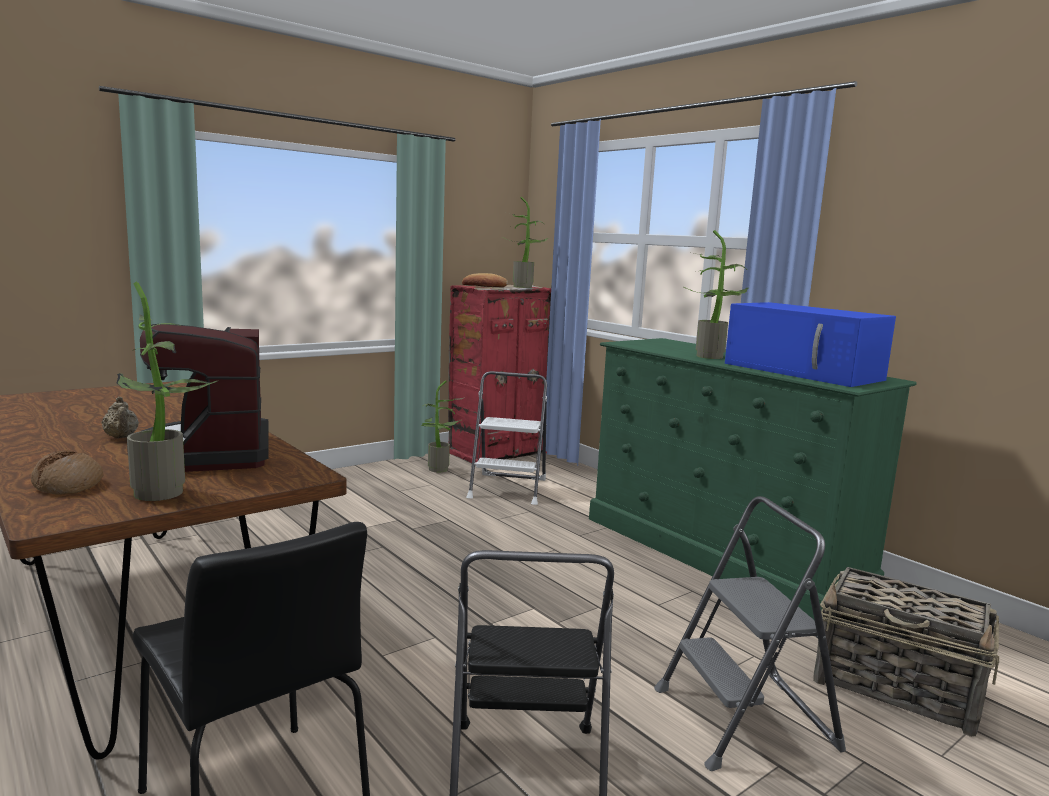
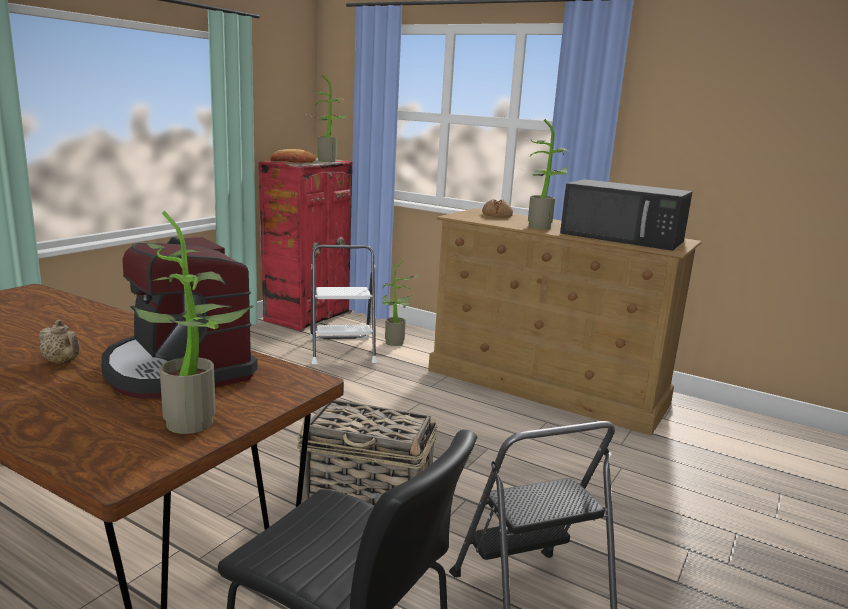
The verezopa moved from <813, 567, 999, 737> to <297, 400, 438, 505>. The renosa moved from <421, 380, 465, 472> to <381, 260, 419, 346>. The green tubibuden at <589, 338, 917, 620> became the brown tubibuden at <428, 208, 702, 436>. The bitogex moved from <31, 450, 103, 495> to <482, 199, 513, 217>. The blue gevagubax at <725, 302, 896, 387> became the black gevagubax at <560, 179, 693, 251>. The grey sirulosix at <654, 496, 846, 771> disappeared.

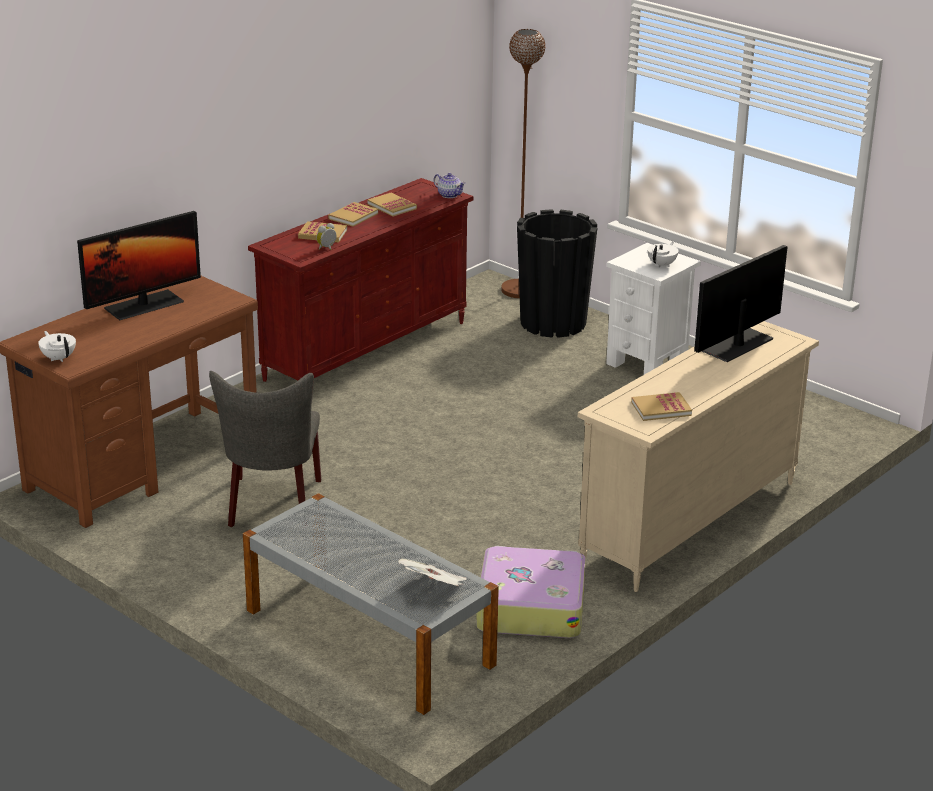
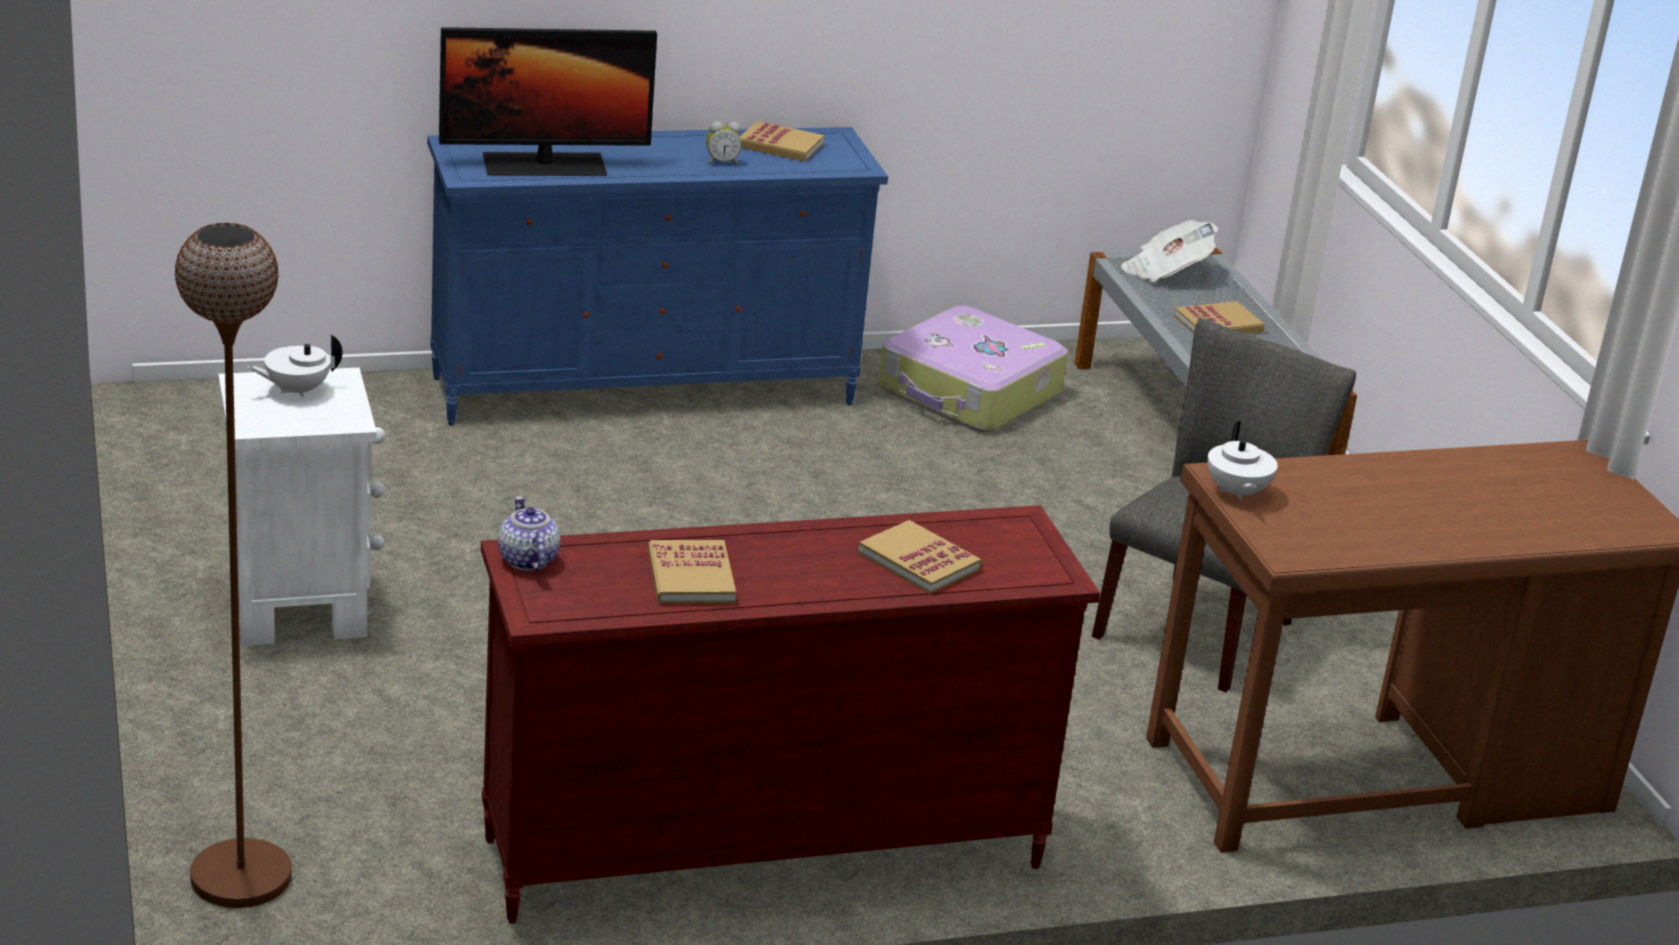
The beige tubibuden at <578, 321, 819, 592> became the blue tubibuden at <427, 127, 888, 426>. The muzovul moved from <316, 223, 336, 250> to <706, 121, 742, 165>. The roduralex moved from <328, 202, 378, 227> to <1174, 301, 1265, 334>. The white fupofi moved from <38, 331, 76, 362> to <1208, 421, 1278, 502>. The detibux at <77, 211, 201, 320> disappeared. The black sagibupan at <517, 209, 597, 338> disappeared.

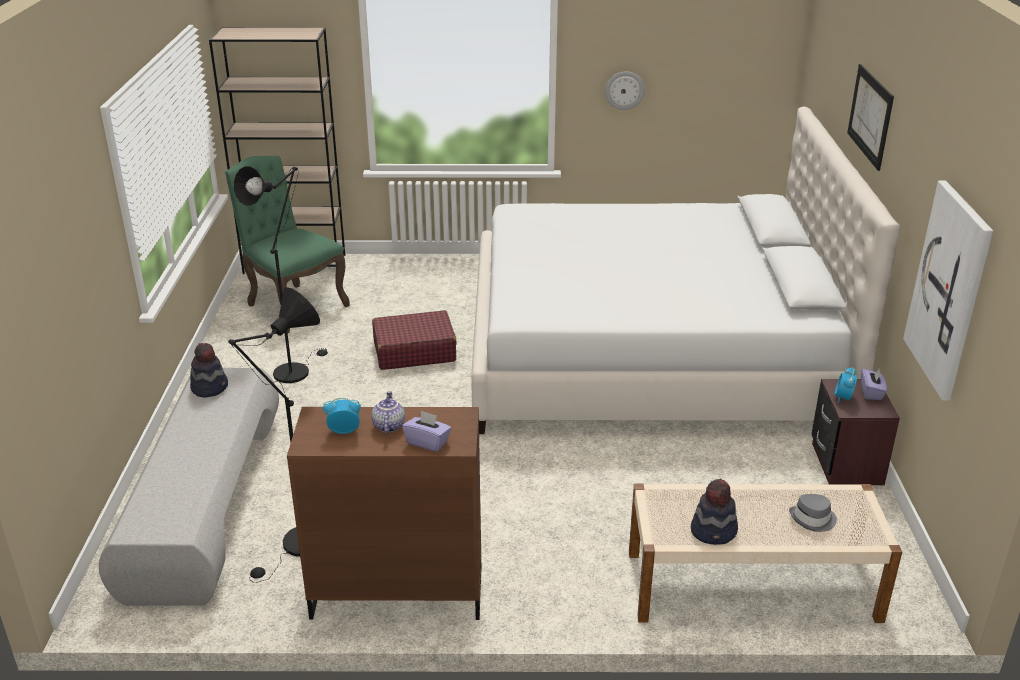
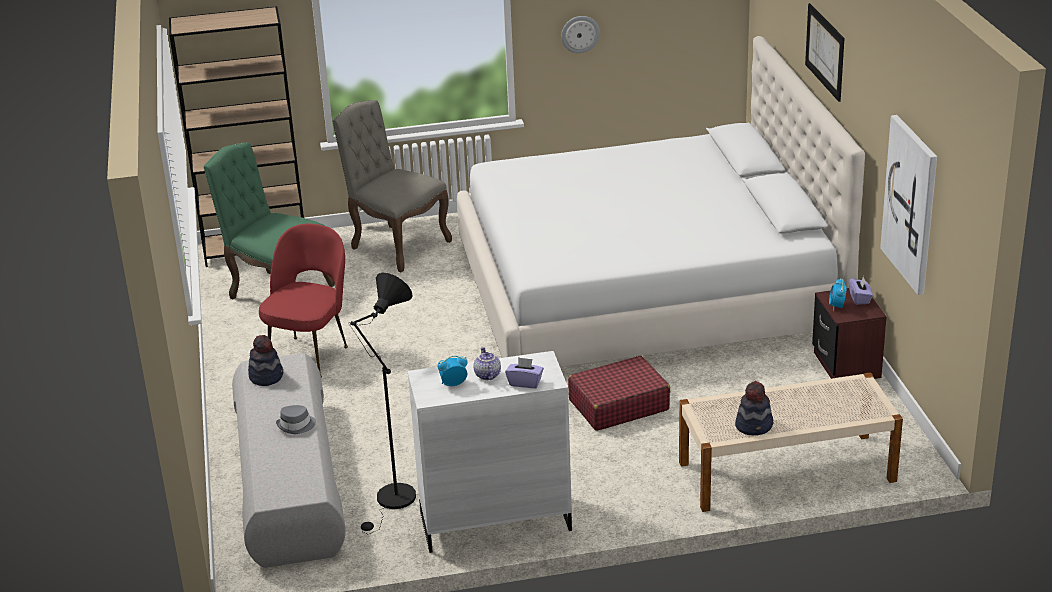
The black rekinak at <234, 166, 328, 383> was replaced by the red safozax at <259, 224, 348, 378>. The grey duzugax moved from <789, 494, 837, 532> to <276, 405, 316, 434>. The grey safozax at <332, 100, 452, 272> appeared. The brown tubibuden at <287, 407, 481, 620> became the white tubibuden at <408, 351, 572, 553>. The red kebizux moved from <372, 310, 456, 370> to <568, 356, 670, 431>.

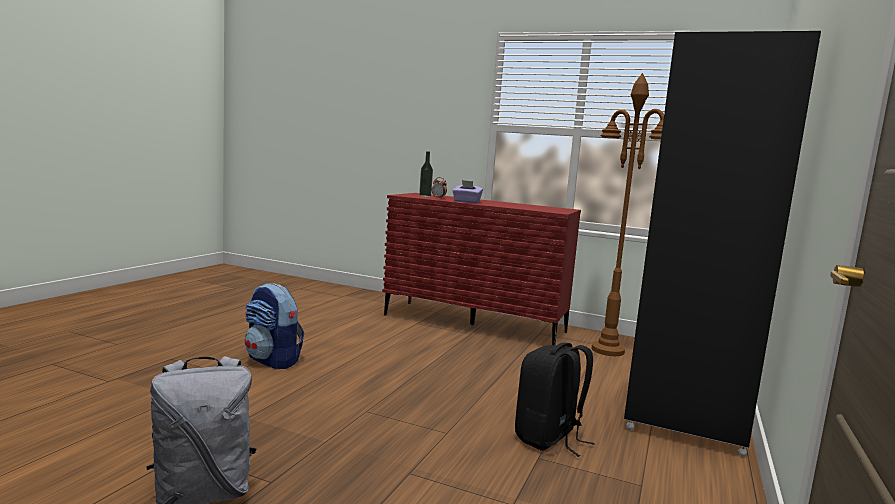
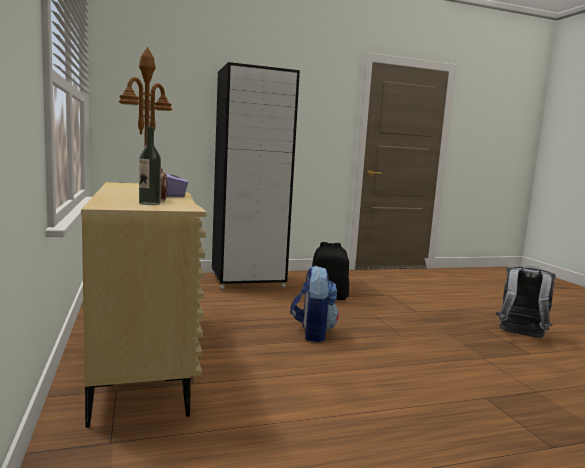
The red tubibuden at <382, 193, 581, 345> became the beige tubibuden at <81, 182, 206, 428>. The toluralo moved from <245, 283, 304, 370> to <290, 266, 339, 342>.

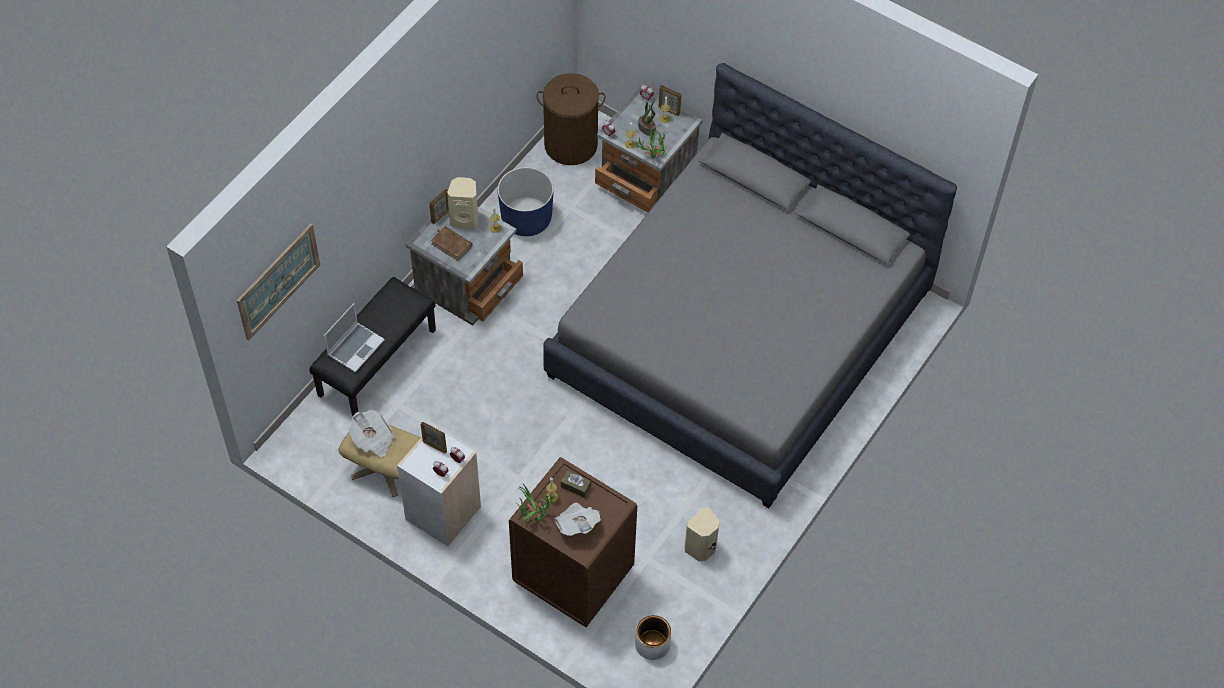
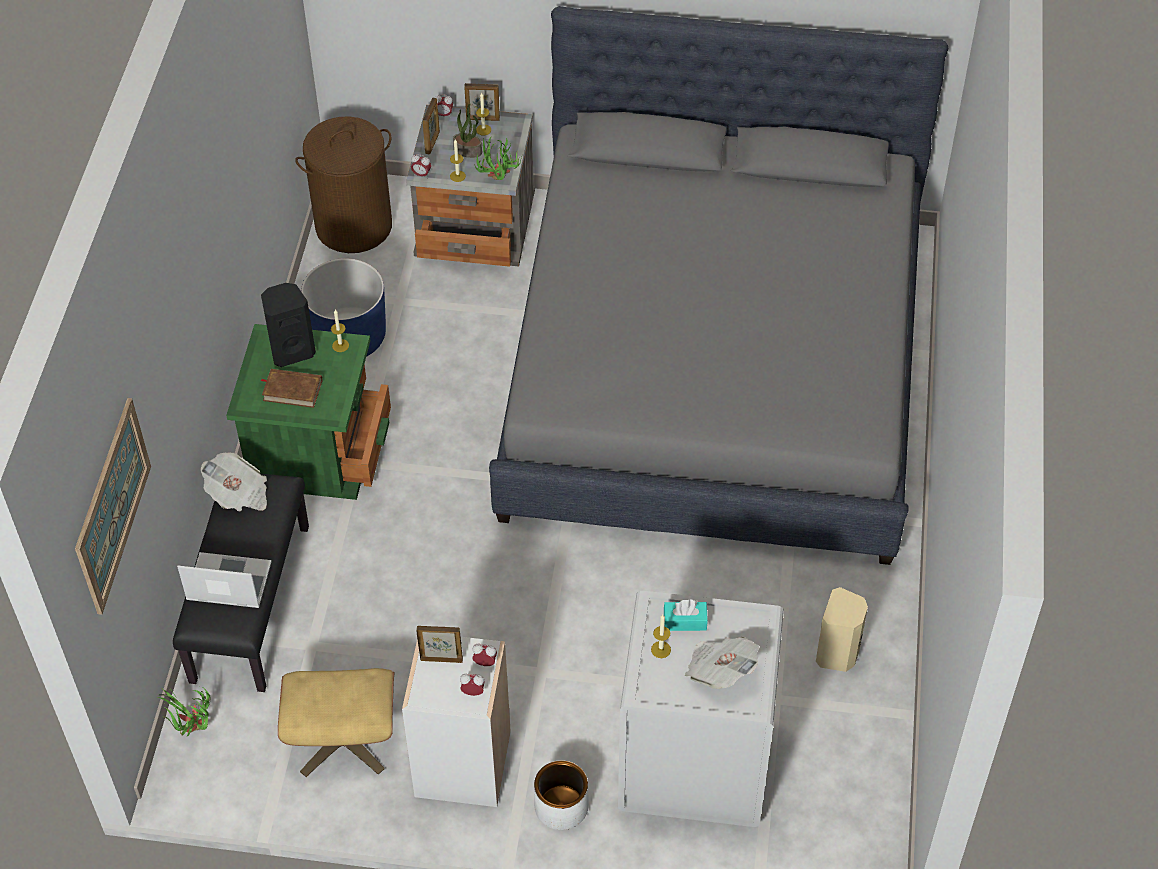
The renosa moved from <515, 484, 552, 522> to <158, 686, 211, 737>. The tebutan at <324, 303, 385, 373> turned 90 degrees counterclockwise. The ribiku moved from <349, 410, 395, 457> to <201, 452, 267, 512>. The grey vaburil at <406, 206, 523, 326> became the green vaburil at <226, 324, 391, 500>. The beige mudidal at <447, 177, 478, 229> became the black mudidal at <261, 283, 316, 367>. The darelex moved from <429, 188, 449, 224> to <423, 98, 440, 154>. The white sagibupan moved from <635, 615, 671, 660> to <534, 760, 589, 830>. The brown tubibuden at <509, 457, 637, 627> became the grey tubibuden at <618, 591, 784, 827>. The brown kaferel at <561, 471, 591, 498> became the turquoise kaferel at <664, 599, 708, 631>.

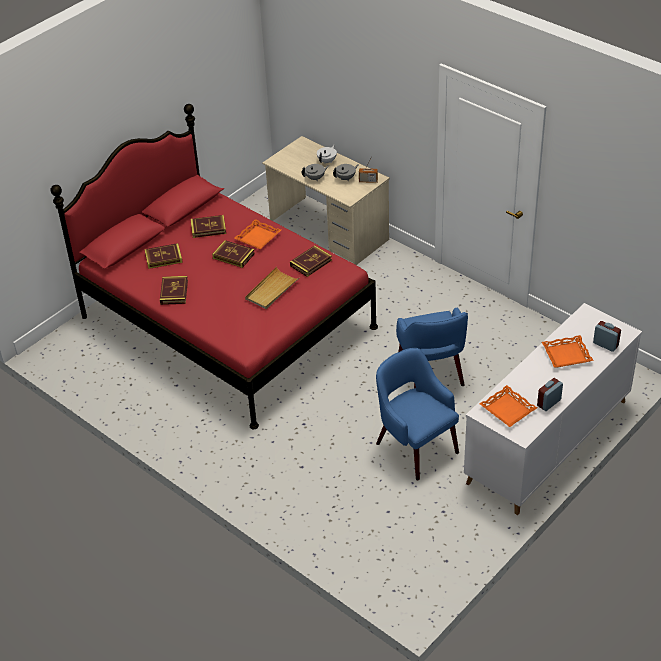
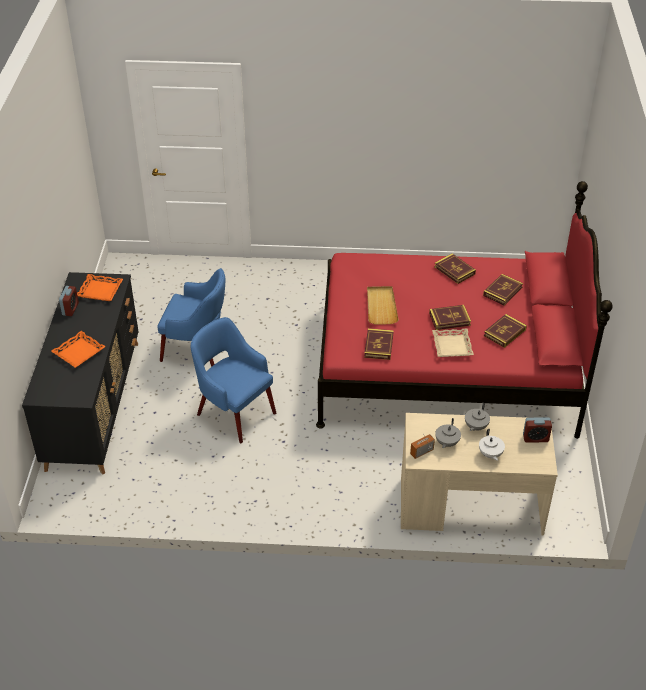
The white tubibuden at <464, 303, 642, 515> became the black tubibuden at <22, 272, 139, 475>. The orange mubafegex at <234, 219, 281, 249> became the beige mubafegex at <432, 329, 474, 357>. The muzovul moved from <593, 321, 621, 352> to <523, 417, 552, 443>.

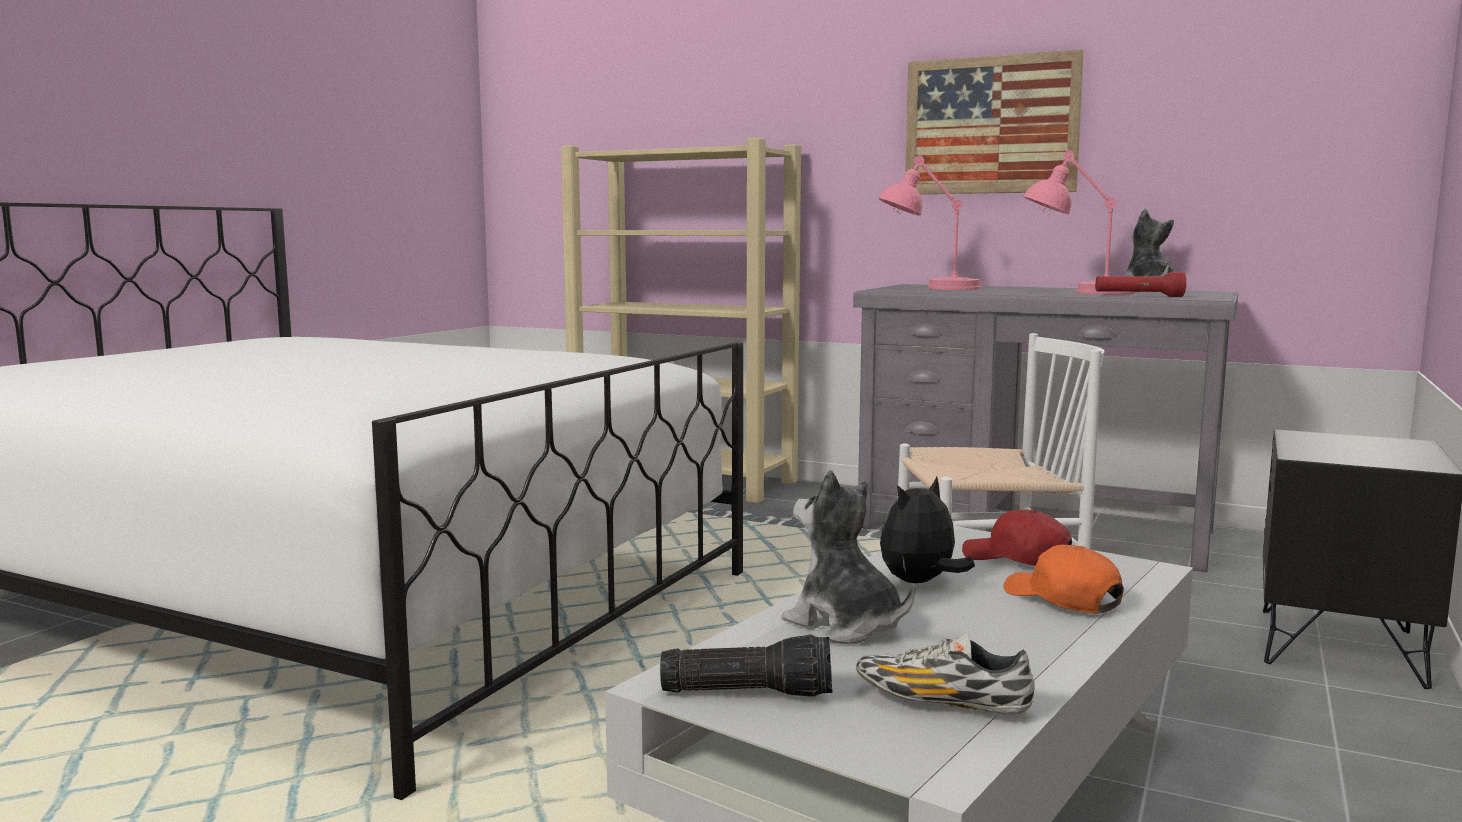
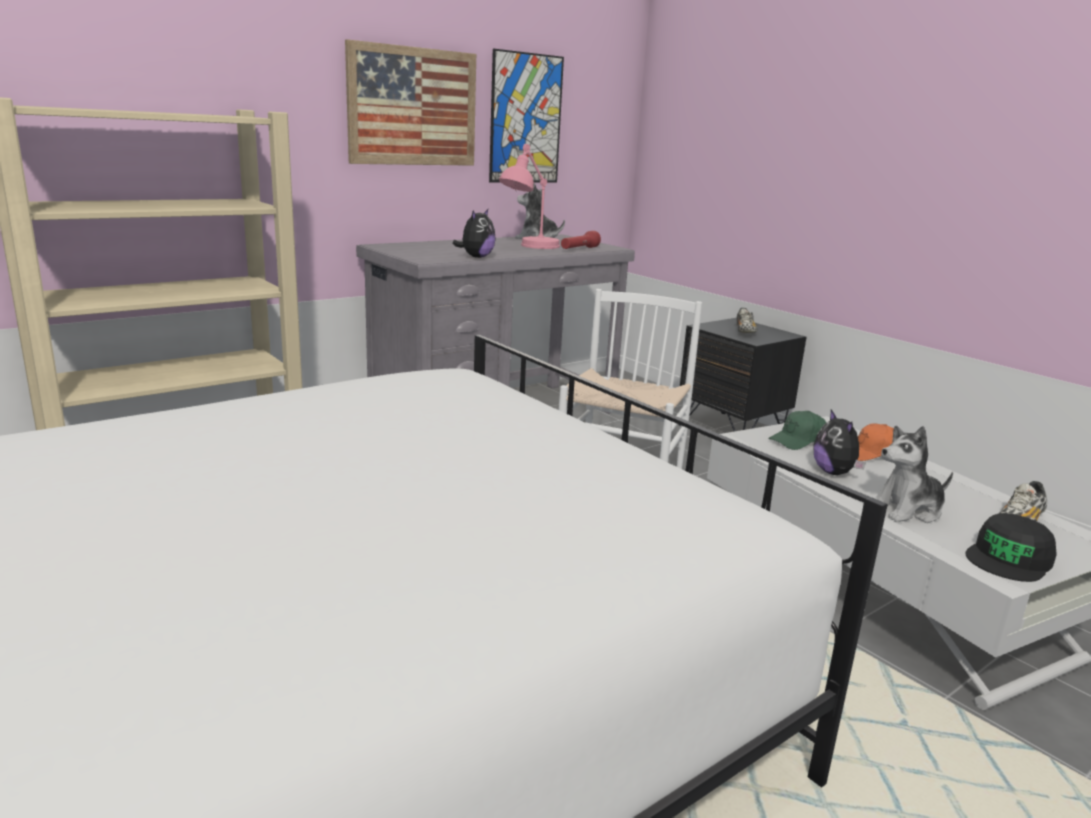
The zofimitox at <452, 209, 496, 258> appeared. The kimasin at <489, 49, 564, 183> appeared. The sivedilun at <737, 308, 757, 333> appeared. The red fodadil at <962, 509, 1072, 566> became the green fodadil at <768, 411, 826, 450>. The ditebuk at <660, 635, 833, 697> was replaced by the black fodadil at <965, 513, 1057, 582>. The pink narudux at <879, 156, 981, 290> disappeared.

